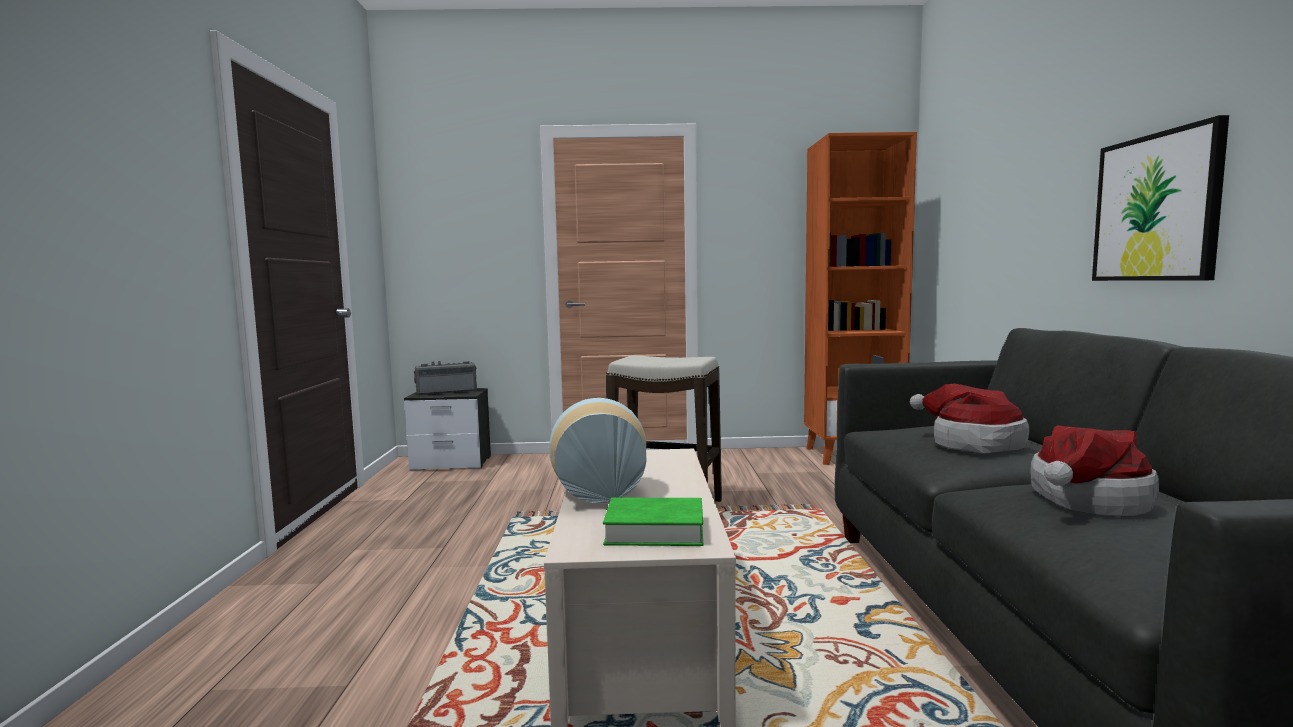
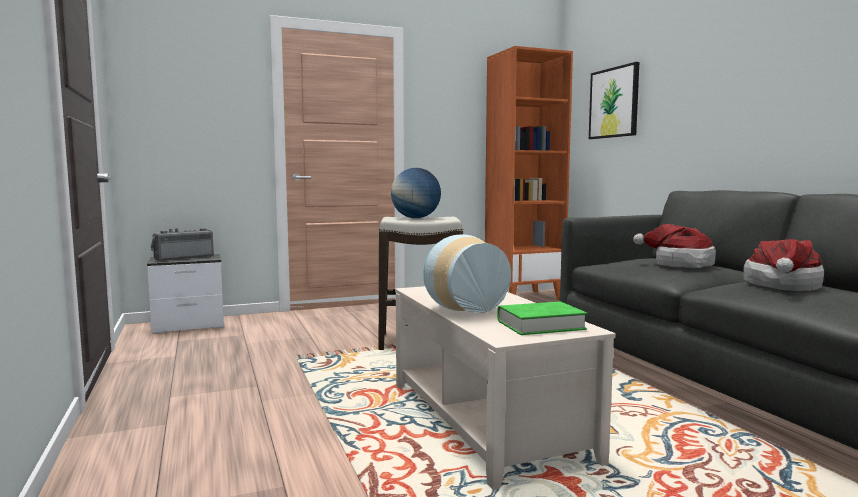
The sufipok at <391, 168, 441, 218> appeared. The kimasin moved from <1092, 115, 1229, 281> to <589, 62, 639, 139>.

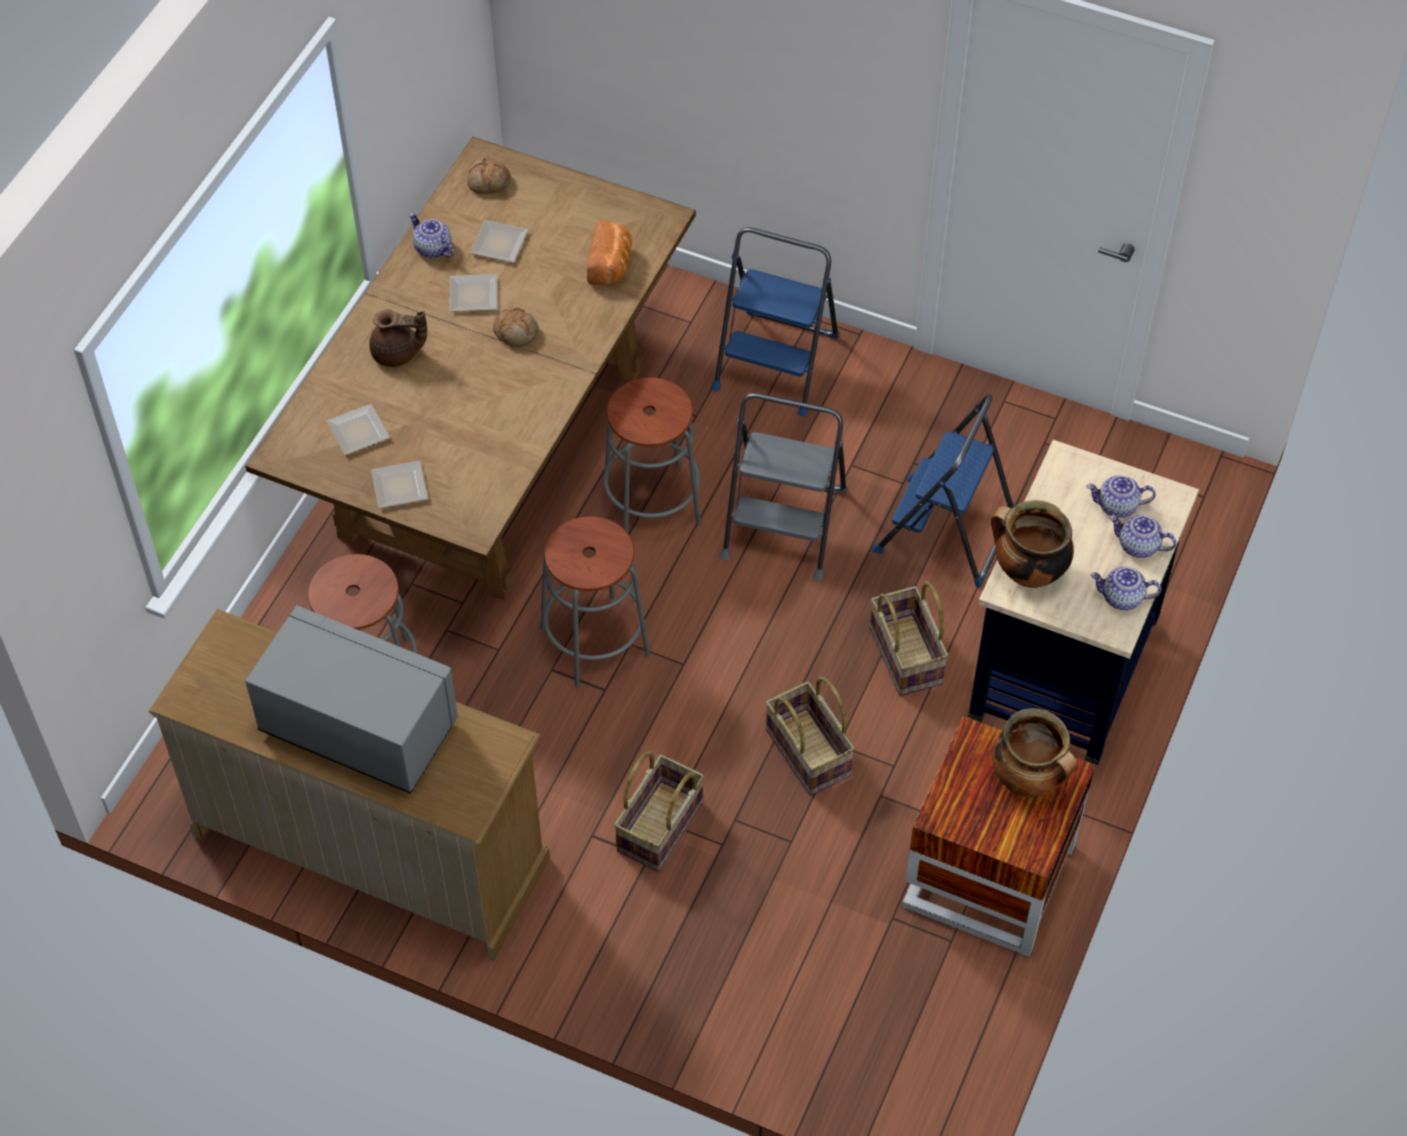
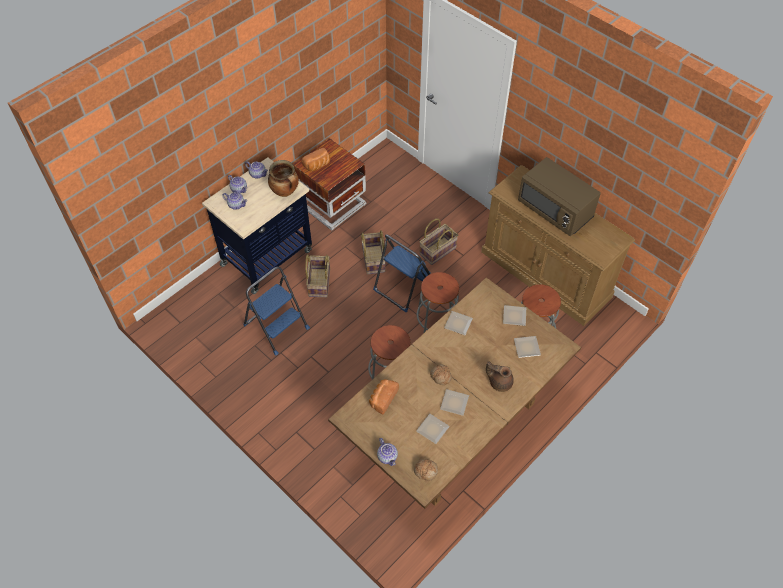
The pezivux at <992, 708, 1078, 798> was replaced by the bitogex at <302, 148, 330, 171>. The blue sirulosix moved from <711, 227, 839, 416> to <373, 234, 431, 312>. The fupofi moved from <409, 213, 454, 258> to <377, 438, 398, 466>. The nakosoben at <444, 311, 473, 335> appeared. The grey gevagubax at <246, 605, 458, 794> became the brown gevagubax at <518, 157, 601, 236>. The grey sirulosix at <719, 393, 847, 581> disappeared.

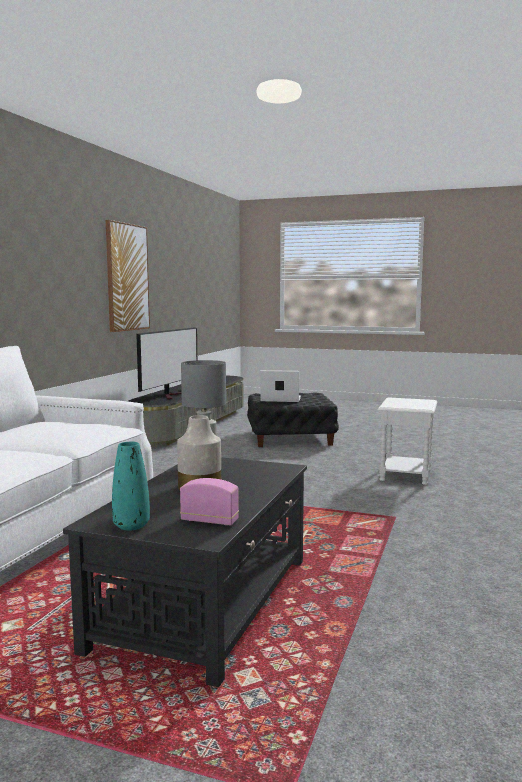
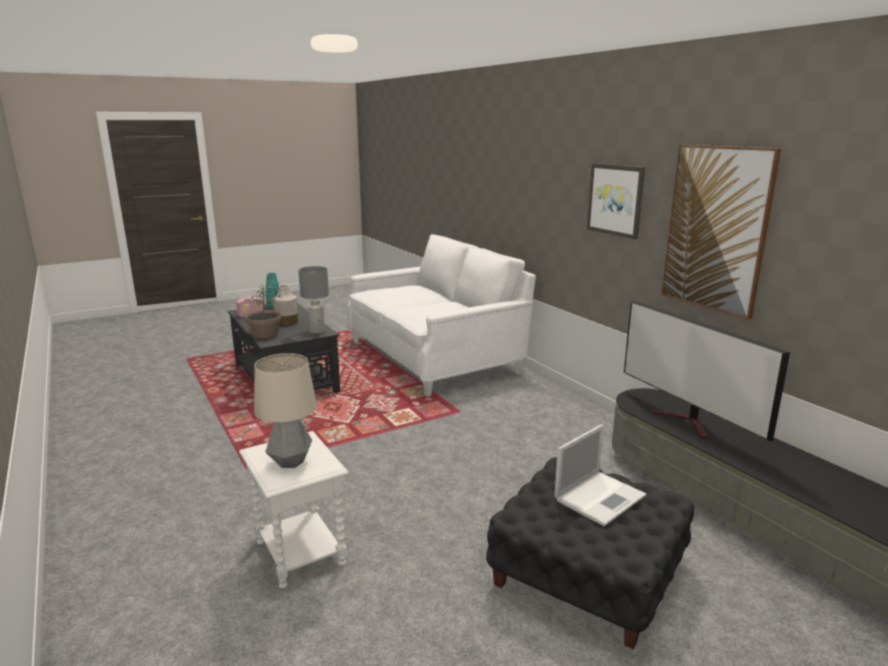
The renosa at <245, 284, 282, 338> appeared. The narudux at <254, 353, 317, 468> appeared. The kimasin at <587, 163, 645, 239> appeared.

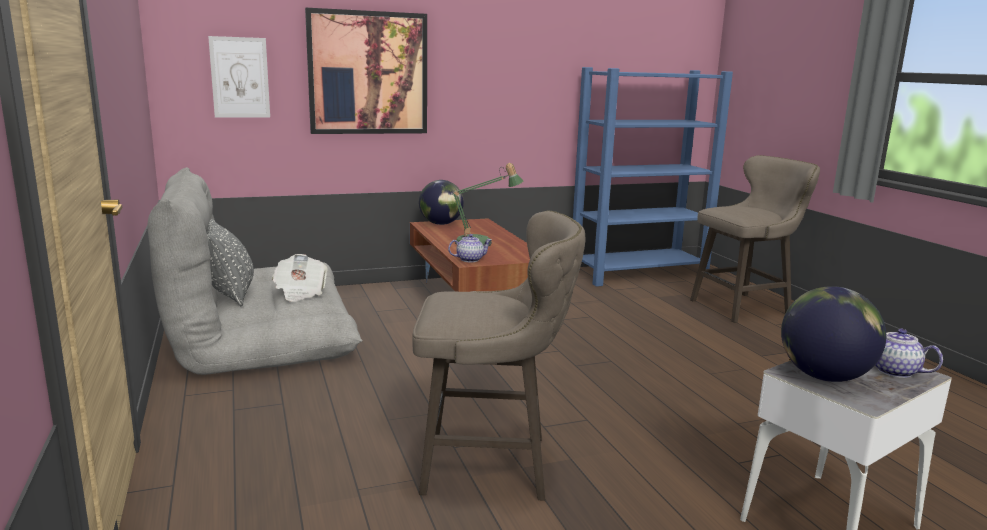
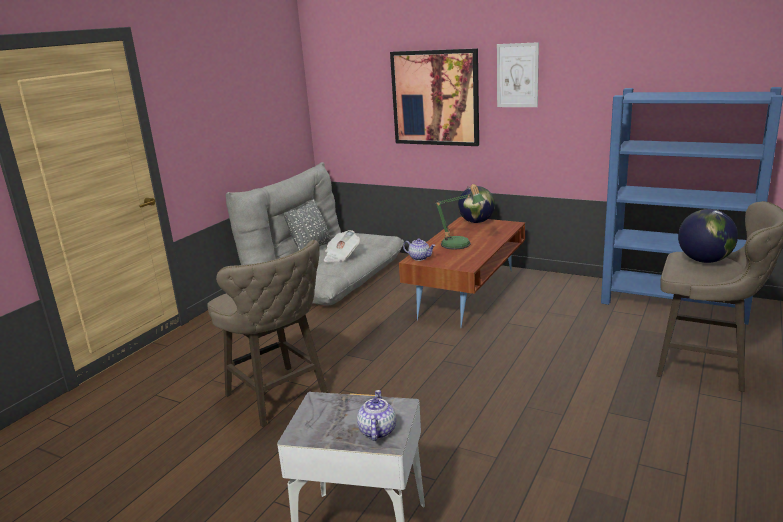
The kimasin moved from <208, 36, 270, 118> to <497, 42, 539, 107>. The sufipok moved from <781, 286, 886, 382> to <678, 209, 738, 263>.

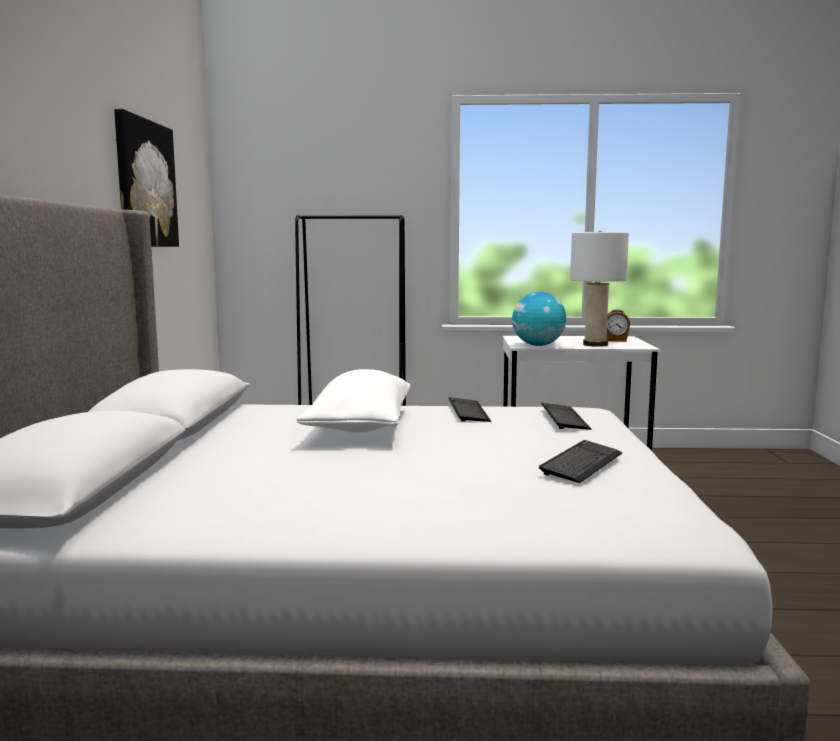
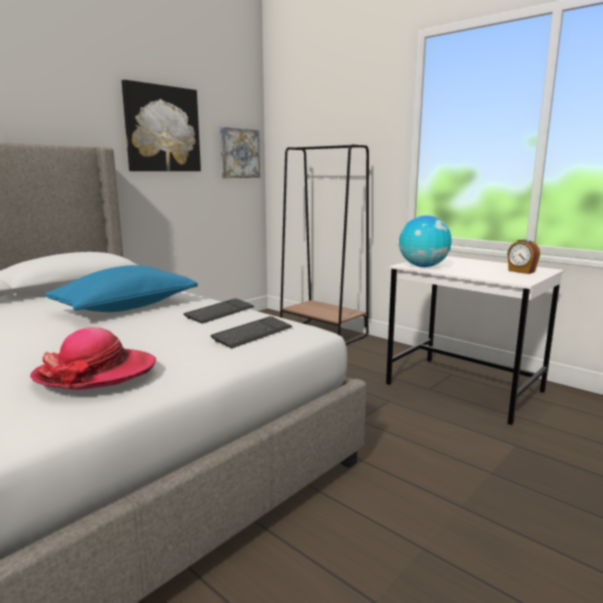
The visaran at <539, 440, 622, 483> was replaced by the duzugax at <30, 327, 156, 390>. The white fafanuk at <296, 369, 410, 432> became the blue fafanuk at <45, 265, 198, 312>. The kimasin at <220, 127, 260, 178> appeared. The white narudux at <570, 231, 629, 347> disappeared.

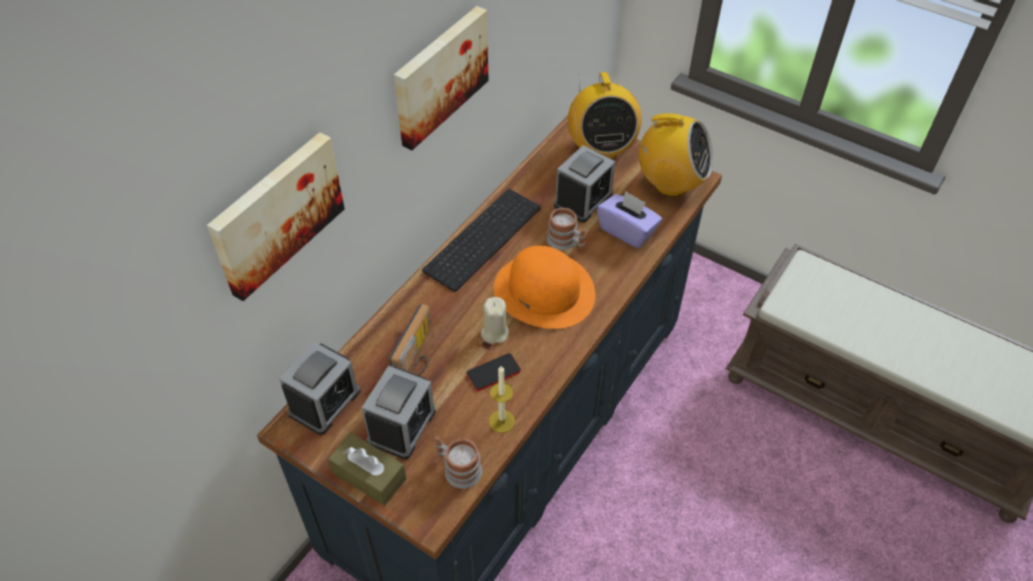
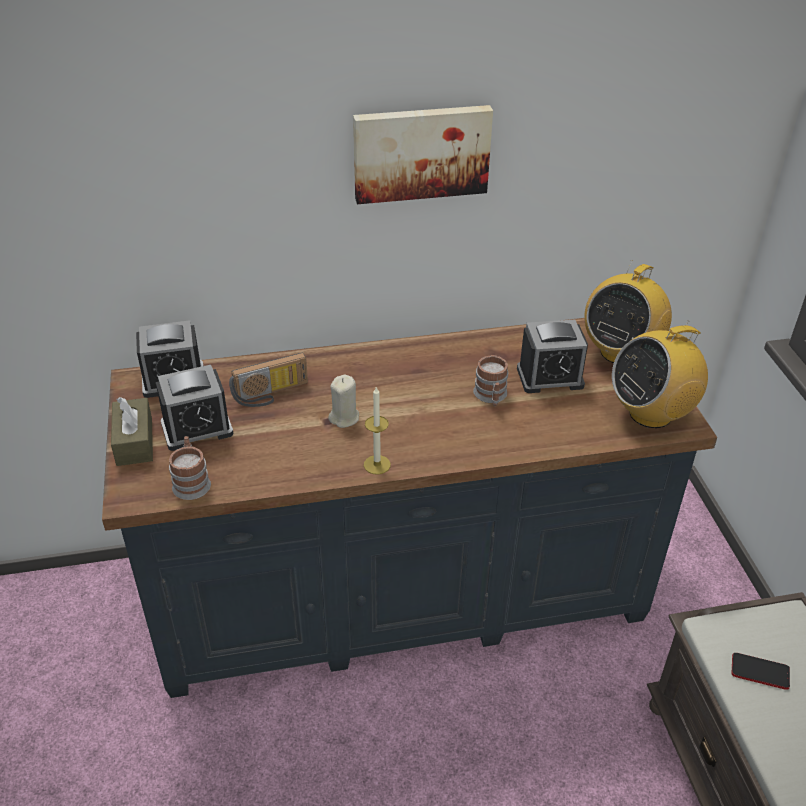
The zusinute moved from <489, 366, 515, 433> to <364, 387, 391, 475>. The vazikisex at <636, 113, 713, 197> turned 90 degrees clockwise. The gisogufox moved from <466, 353, 521, 391> to <731, 653, 790, 690>. The kimasin at <207, 132, 345, 301> disappeared. The visaran at <422, 189, 541, 292> disappeared. The orange duzugax at <494, 245, 595, 329> disappeared. The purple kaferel at <597, 191, 662, 248> disappeared.

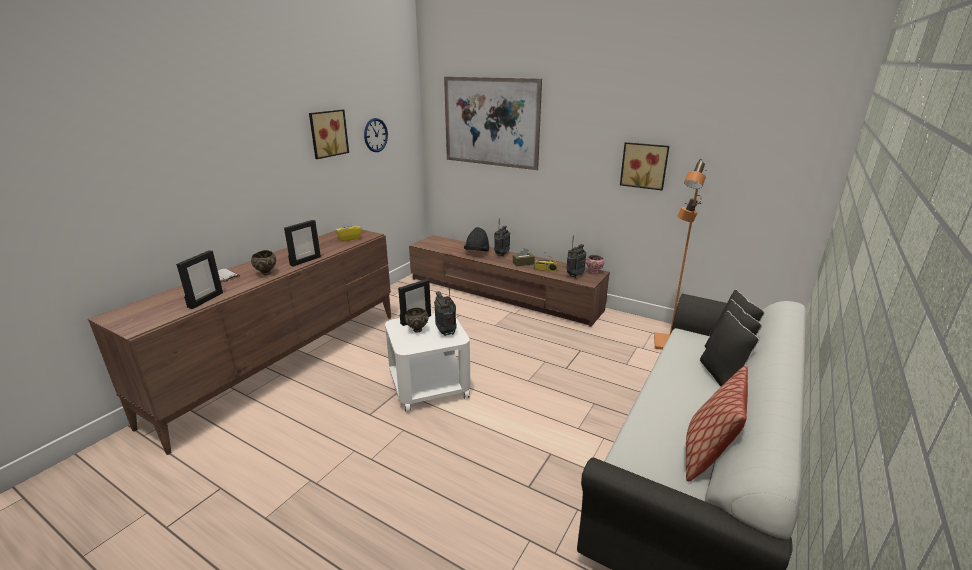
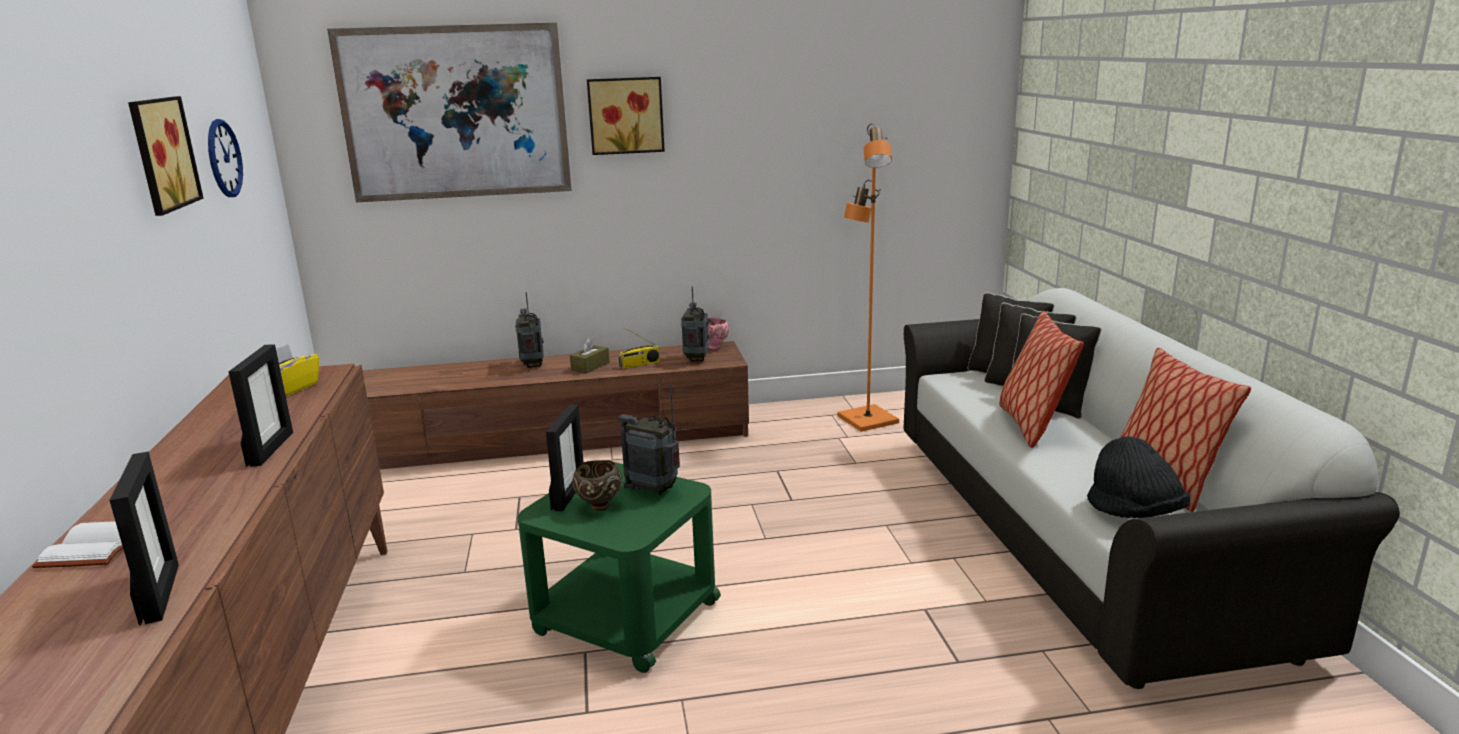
The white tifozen at <385, 312, 470, 412> became the green tifozen at <518, 462, 721, 673>. The kimasin moved from <620, 142, 669, 190> to <587, 77, 665, 155>. The fafanuk at <999, 311, 1084, 448> appeared. The black duzugax moved from <464, 227, 489, 251> to <1087, 436, 1191, 518>. The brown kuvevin at <251, 250, 276, 275> disappeared.

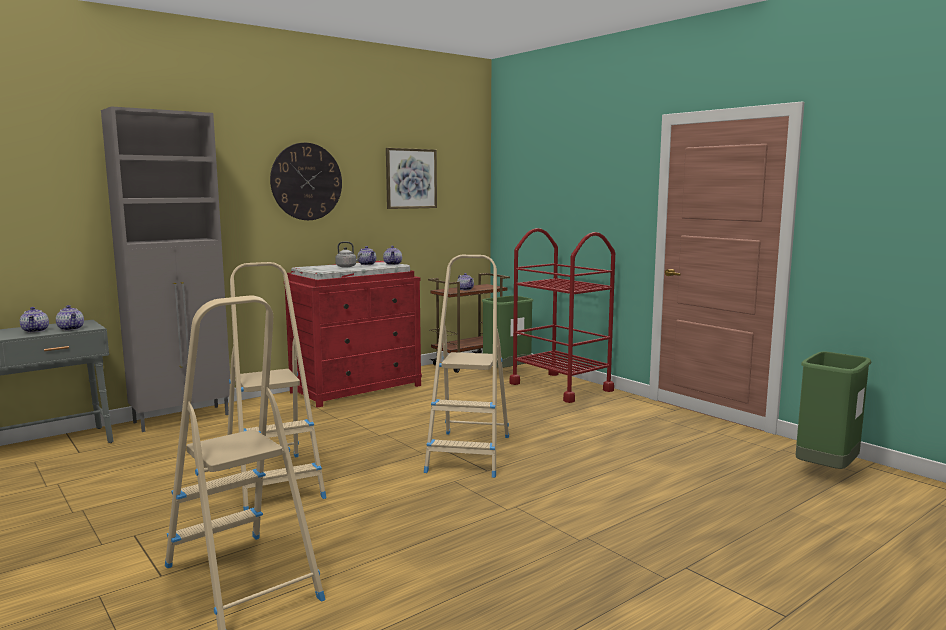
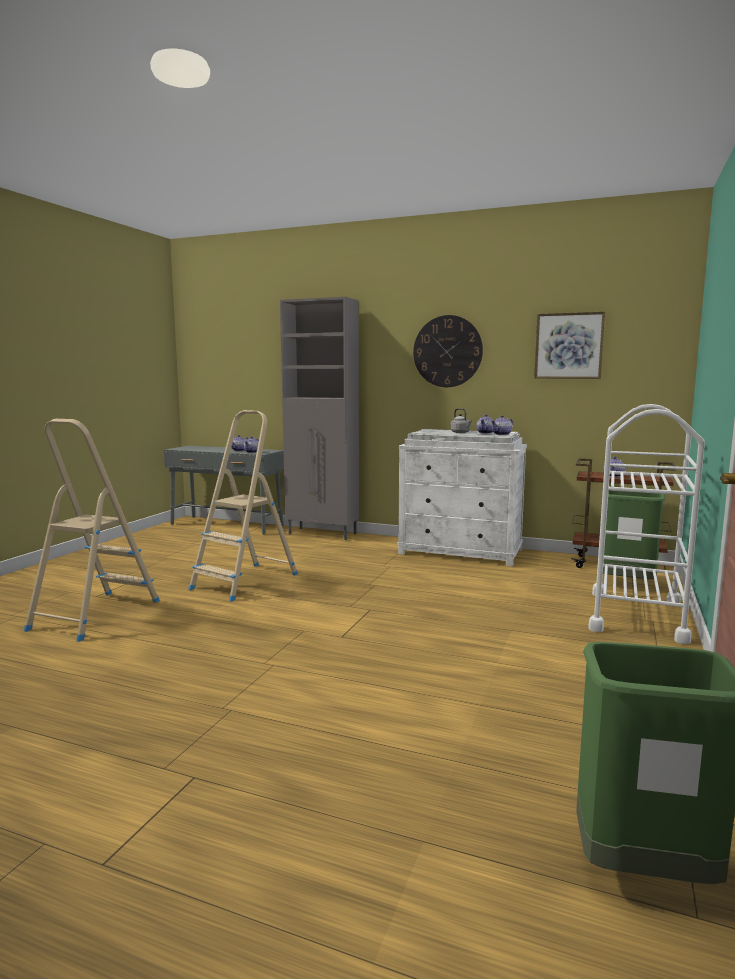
The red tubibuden at <284, 261, 422, 408> became the white tubibuden at <398, 429, 527, 566>. The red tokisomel at <509, 228, 615, 403> became the white tokisomel at <588, 404, 705, 644>. The beige sirulosix at <424, 255, 509, 478> disappeared.

